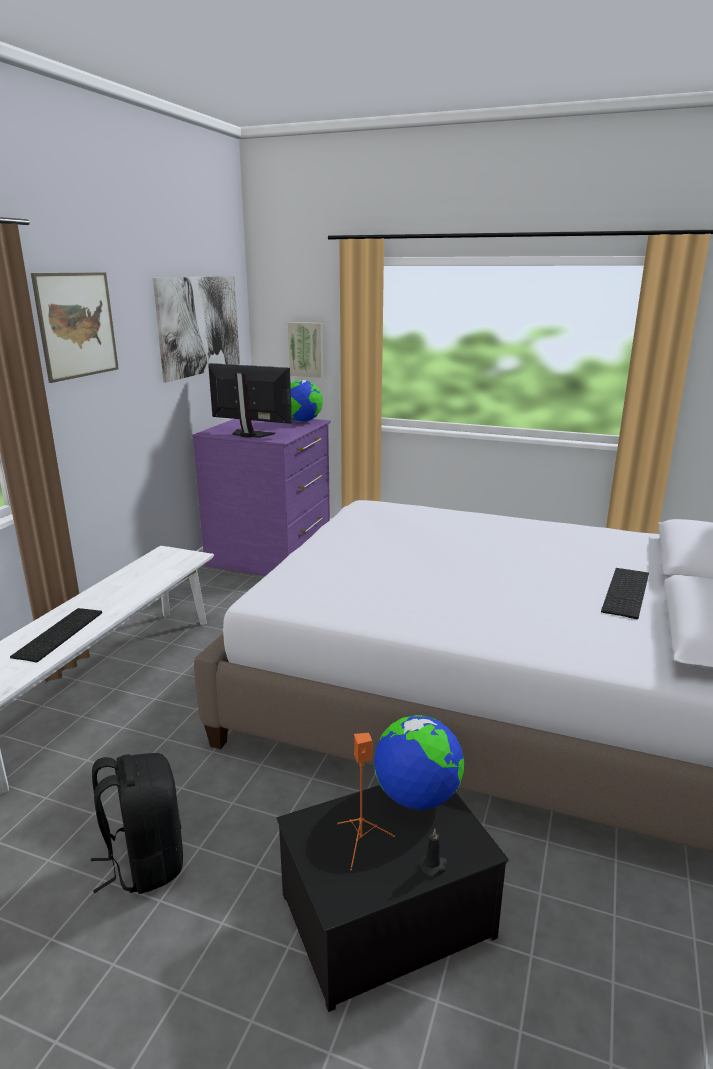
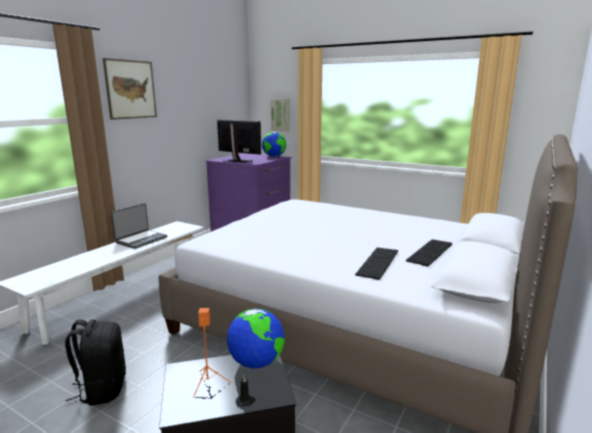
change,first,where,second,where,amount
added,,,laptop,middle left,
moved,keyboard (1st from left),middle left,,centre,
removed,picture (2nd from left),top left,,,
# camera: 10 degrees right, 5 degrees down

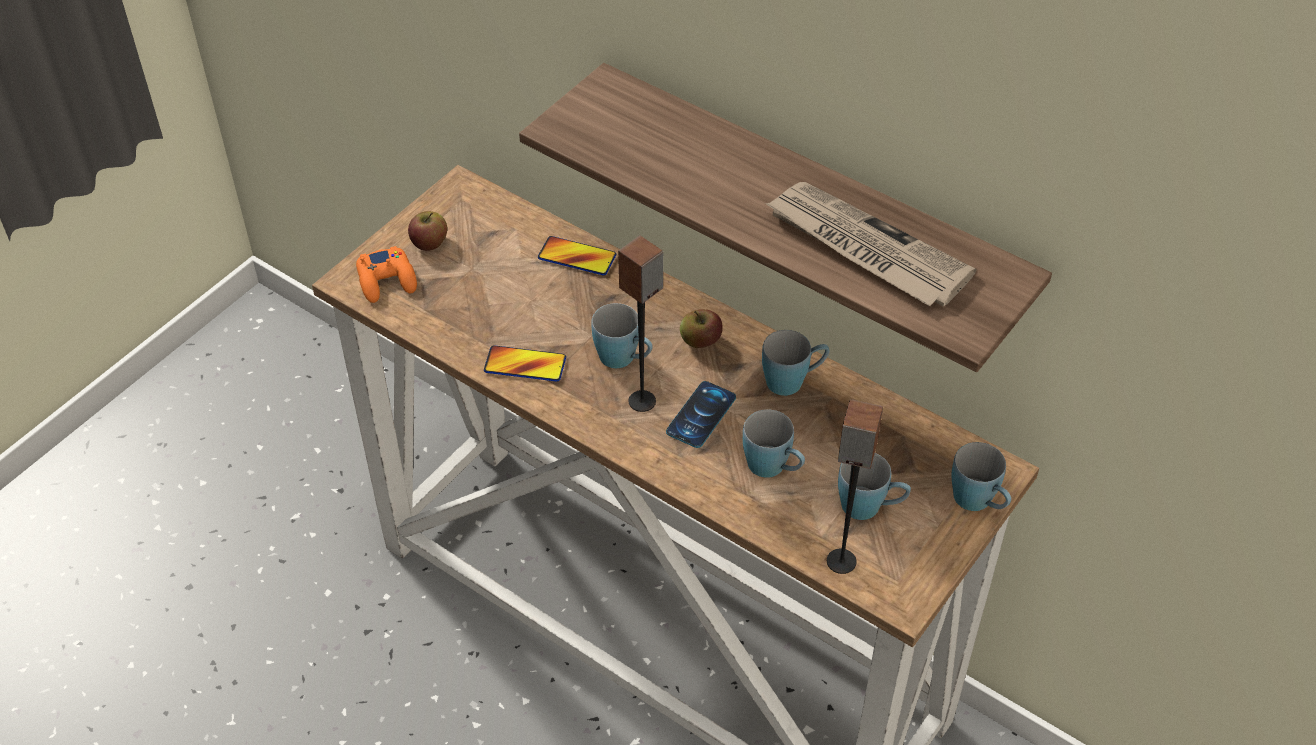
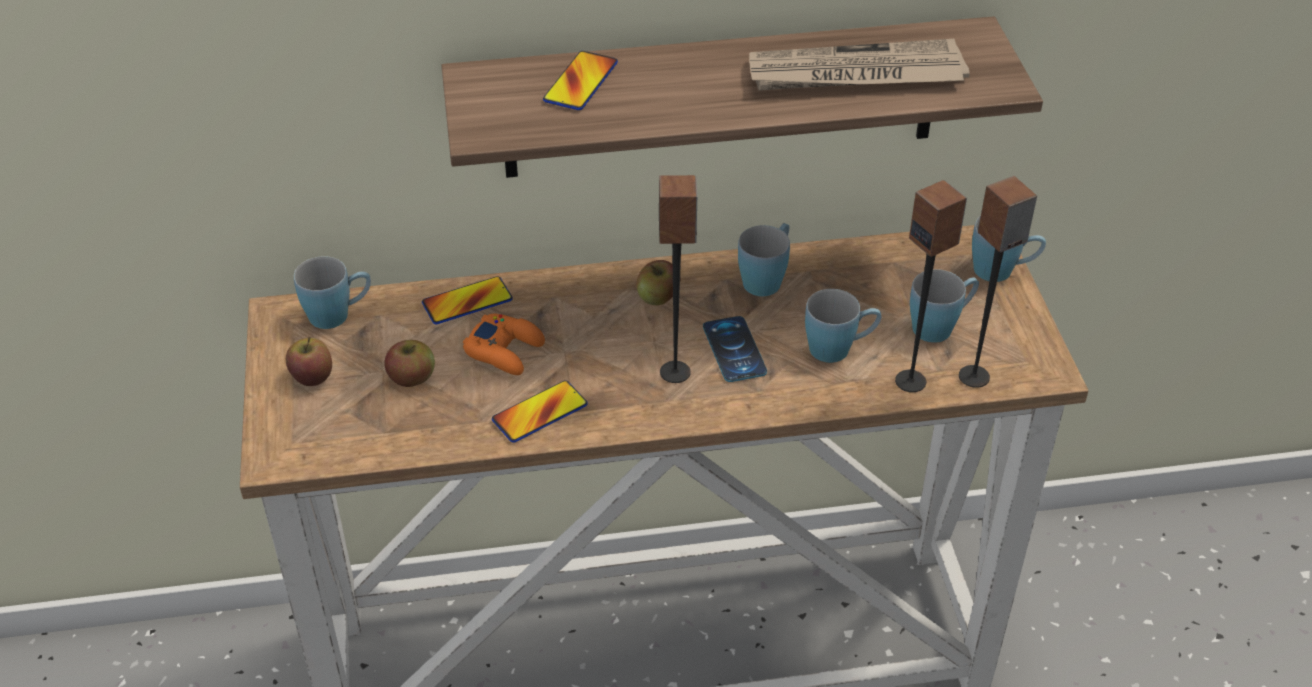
change,first,where,second,where,amount
moved,blue mug (1st from left),centre,,middle left,
added,,,apple (2nd from left),middle left,
moved,orange game controller,middle left,,centre,
added,,,phone (3rd from left),top centre,
added,,,speaker (2nd from left),middle right,
# camera: 45 degrees left, 5 degrees down

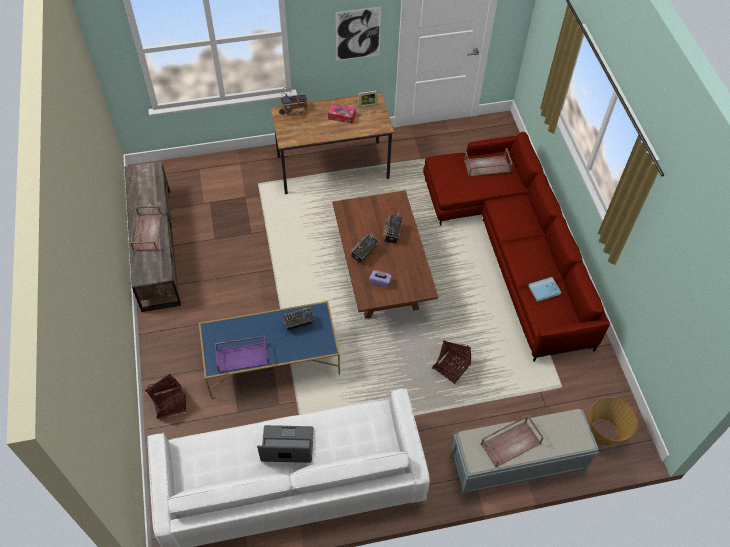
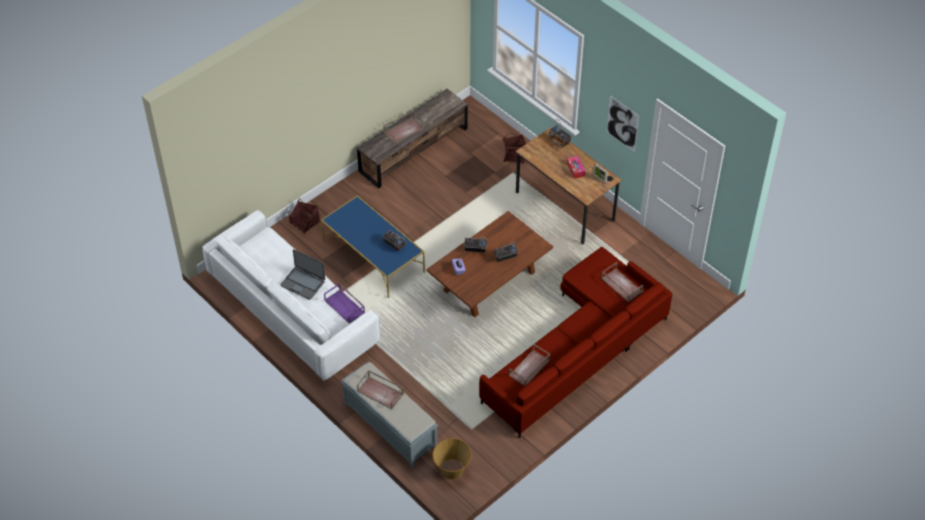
change,first,where,second,where,amount
turned,laptop,bottom centre,,middle left,150 degrees clockwise
moved,purple tray,middle left,,centre,
moved,basket (2nd from left in the first image),centre,basket (3rd from left),top centre,
replaced,blue book,middle right,brown tray (3rd from left),bottom centre,
# camera: 60 degrees right, 5 degrees down

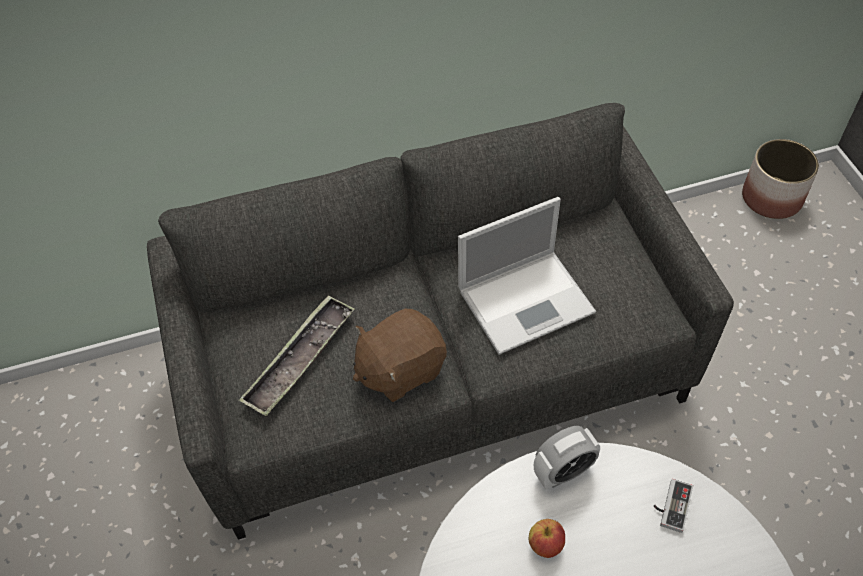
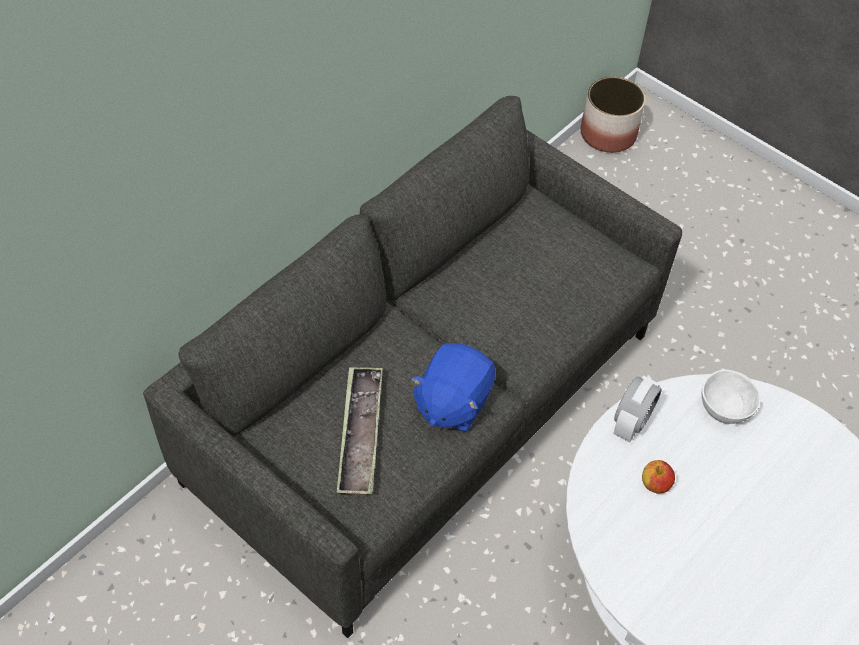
change,first,where,second,where,amount
recoloured,brown plush toy,centre,blue plush toy,centre,
replaced,game controller,bottom right,white bowl,middle right,
removed,laptop,centre,,,
# camera: 35 degrees left, 0 degrees up

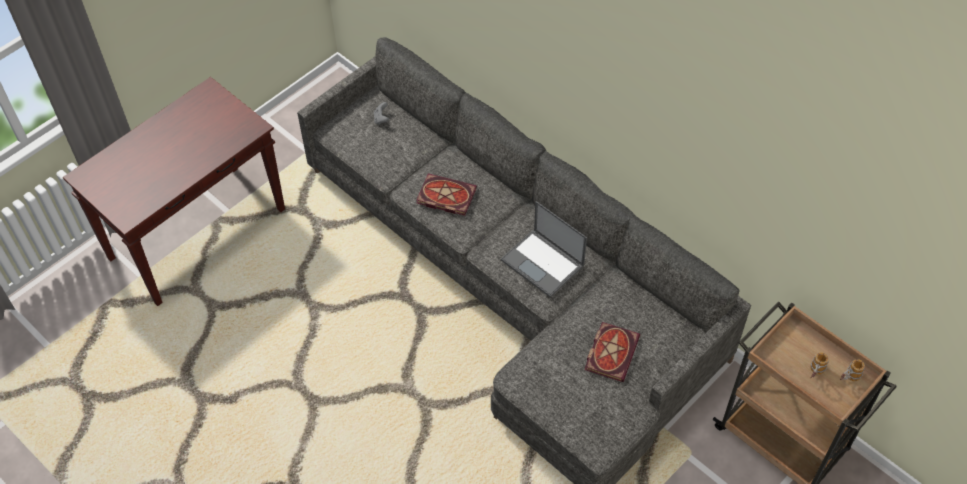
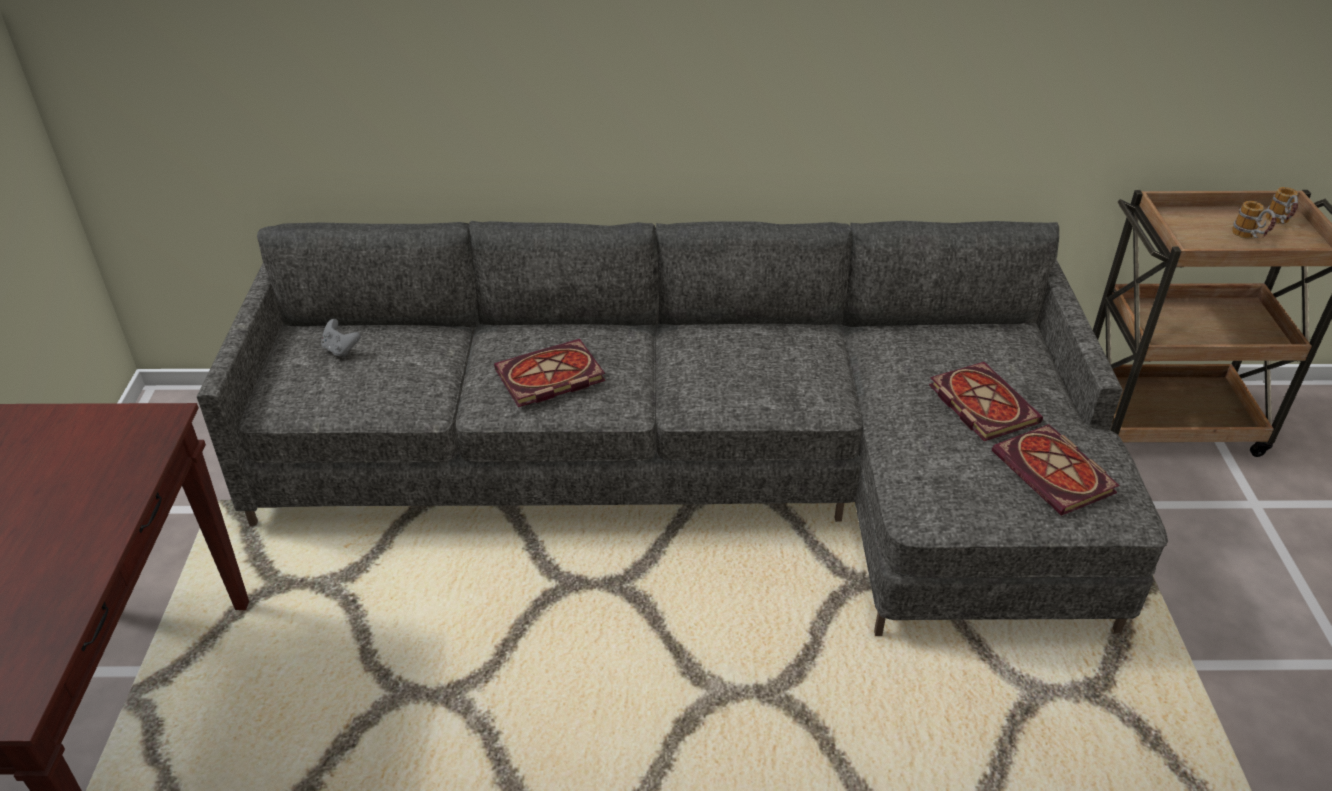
change,first,where,second,where,amount
added,,,book (3rd from left),middle right,
removed,laptop,centre,,,
# camera: 45 degrees left, 15 degrees down

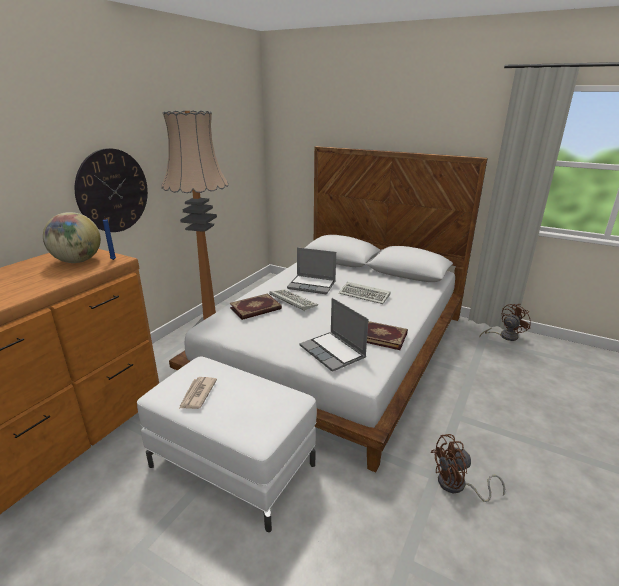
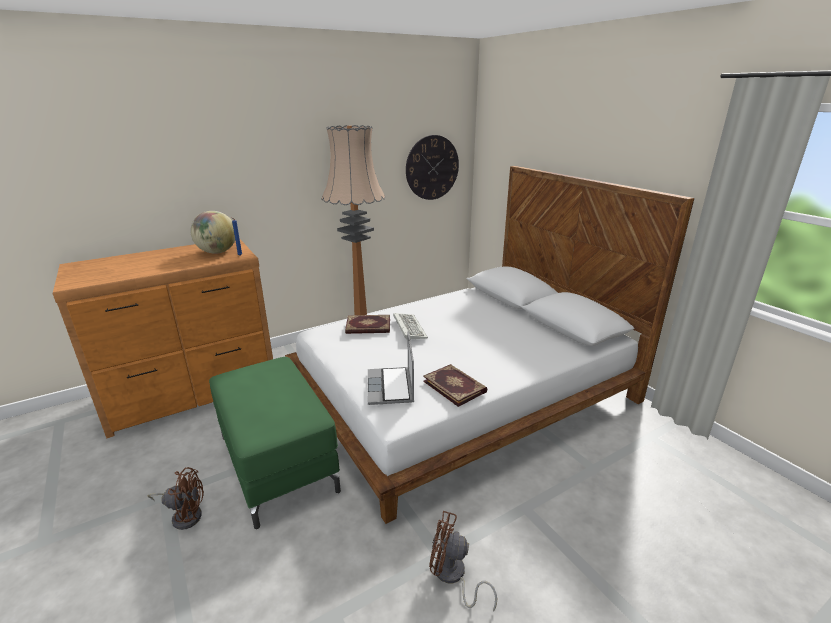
change,first,where,second,where,amount
moved,brown fan (2nd from left in the first image),middle right,brown fan (1st from left),bottom left,
recoloured,white ottoman,bottom centre,green ottoman,bottom left,
moved,wall clock,top left,,top centre,
removed,newspaper,bottom left,,,
removed,laptop (1st from left),centre,,,
removed,keyboard (2nd from left),centre,,,
# camera: 30 degrees right, 0 degrees up

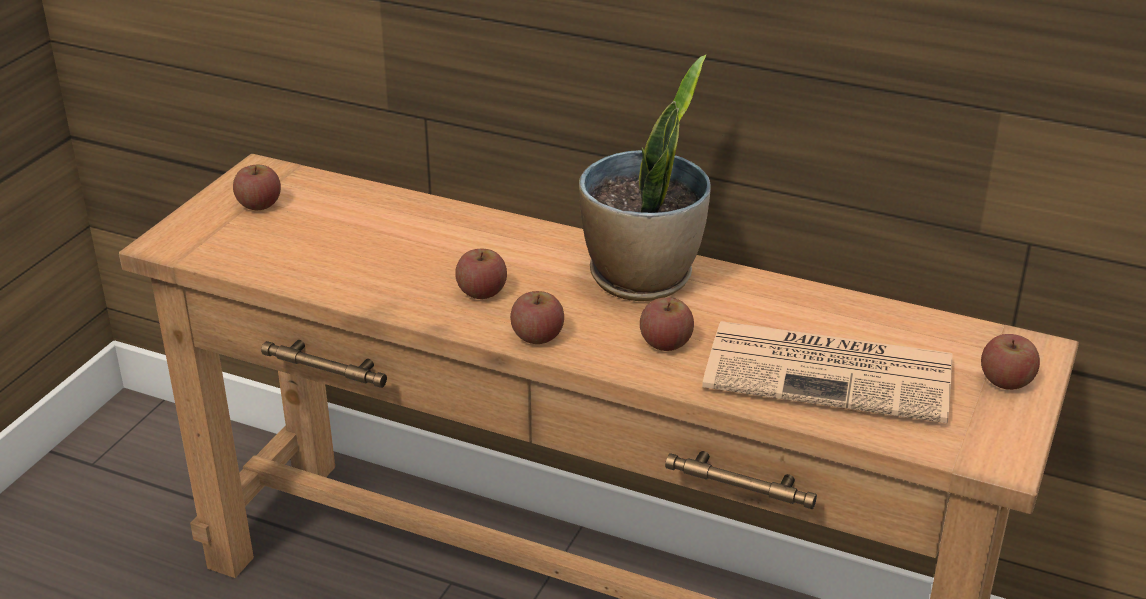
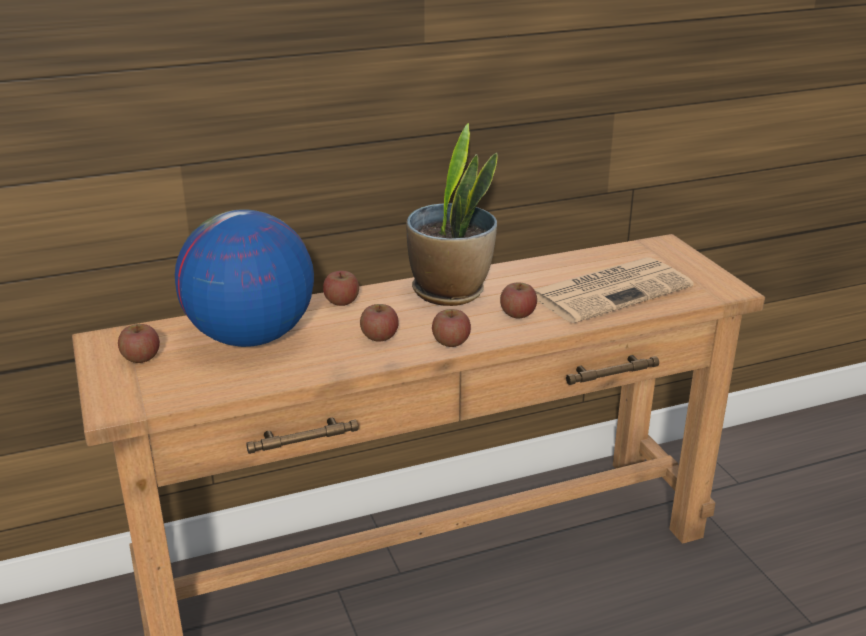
change,first,where,second,where,amount
added,,,globe,middle left,
moved,apple (5th from left in the first image),middle right,apple (2nd from left),centre,
# camera: 45 degrees left, 5 degrees down

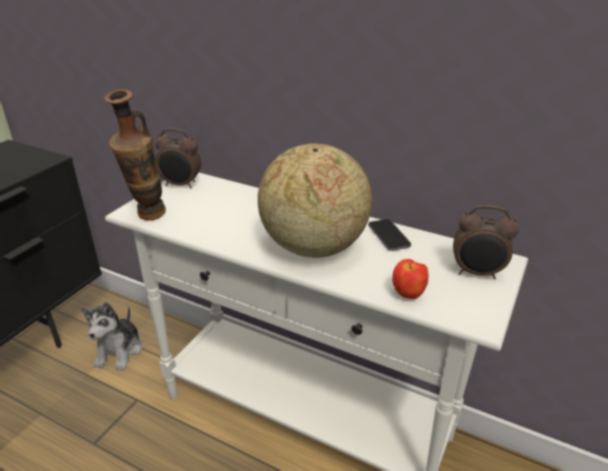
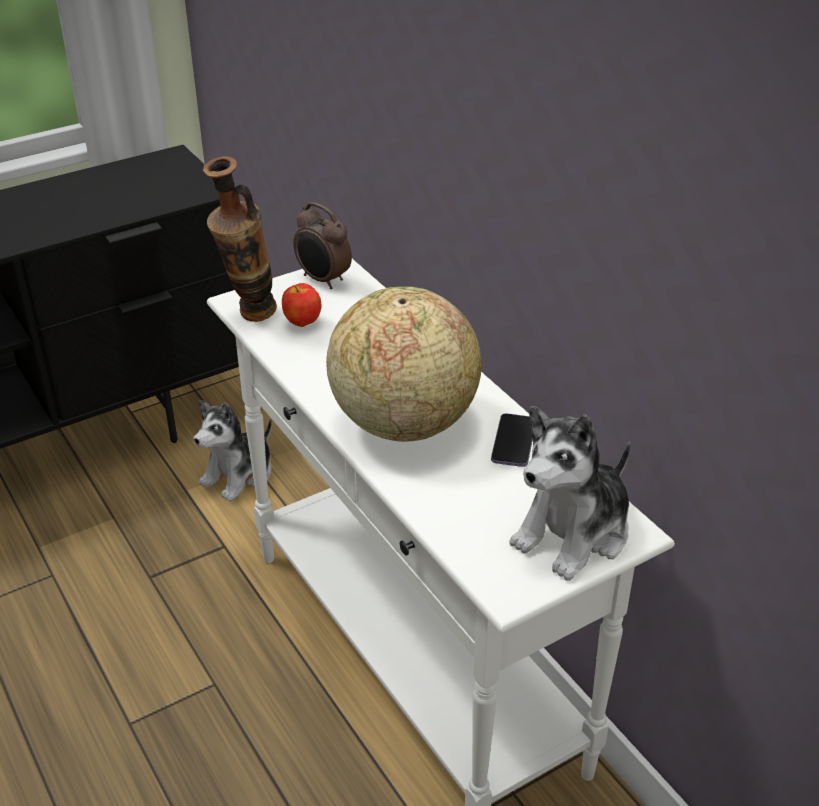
change,first,where,second,where,amount
moved,apple,middle right,,centre,
replaced,alarm clock (2nd from left),middle right,plush toy (2nd from left),middle right,
# camera: 30 degrees right, 5 degrees up

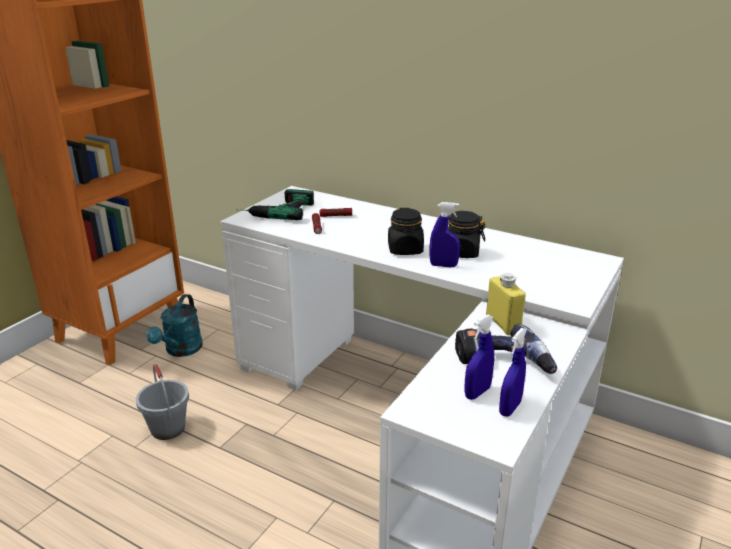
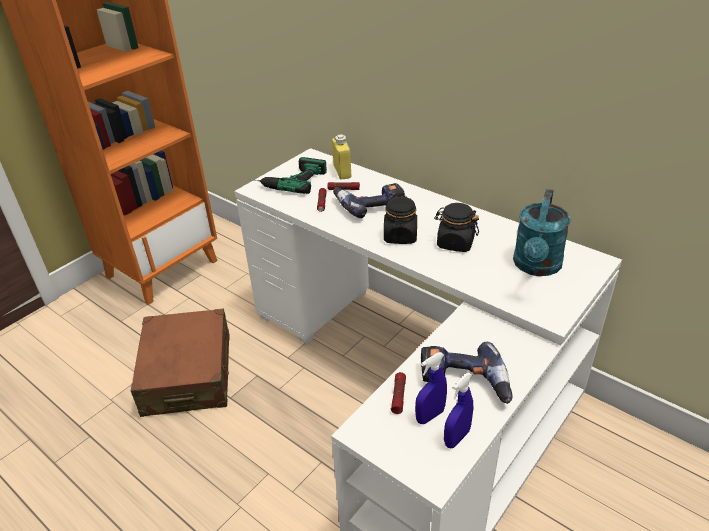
change,first,where,second,where,amount
replaced,grey bucket,bottom left,brown suitcase,bottom left,
moved,yellow bottle,middle right,,top centre,
added,,,power drill (2nd from left),centre,
added,,,flashlight (3rd from left),bottom centre,
moved,turquoise watering can,middle left,,middle right,
removed,blue spray bottle (1st from left),centre,,,
# camera: 10 degrees right, 10 degrees up

